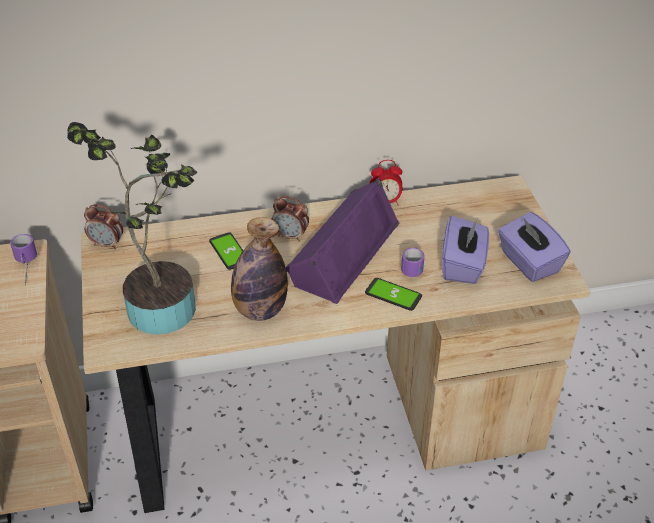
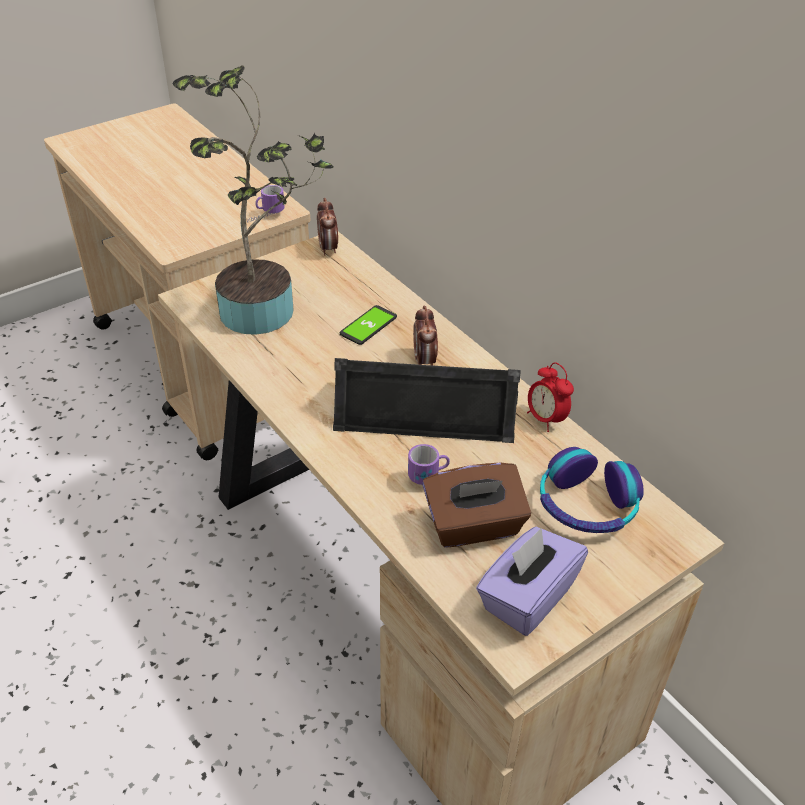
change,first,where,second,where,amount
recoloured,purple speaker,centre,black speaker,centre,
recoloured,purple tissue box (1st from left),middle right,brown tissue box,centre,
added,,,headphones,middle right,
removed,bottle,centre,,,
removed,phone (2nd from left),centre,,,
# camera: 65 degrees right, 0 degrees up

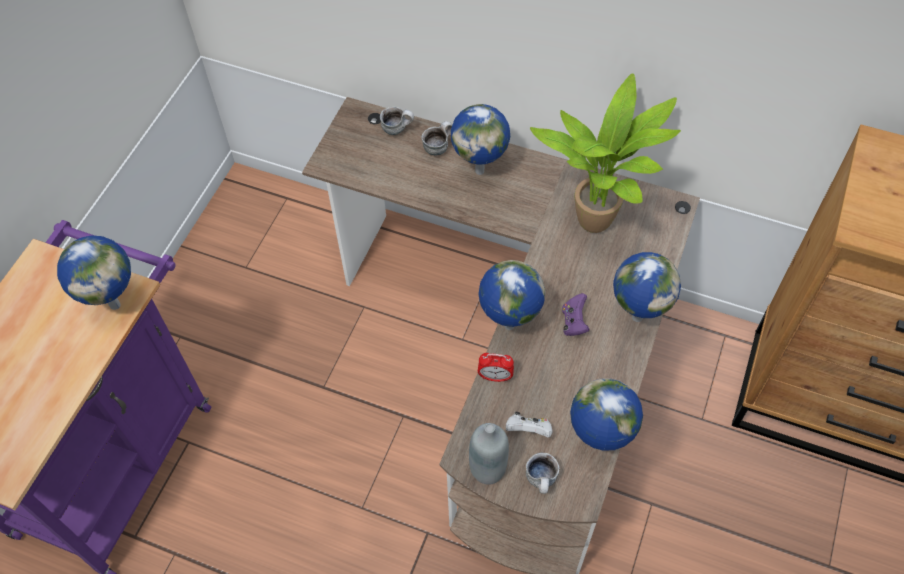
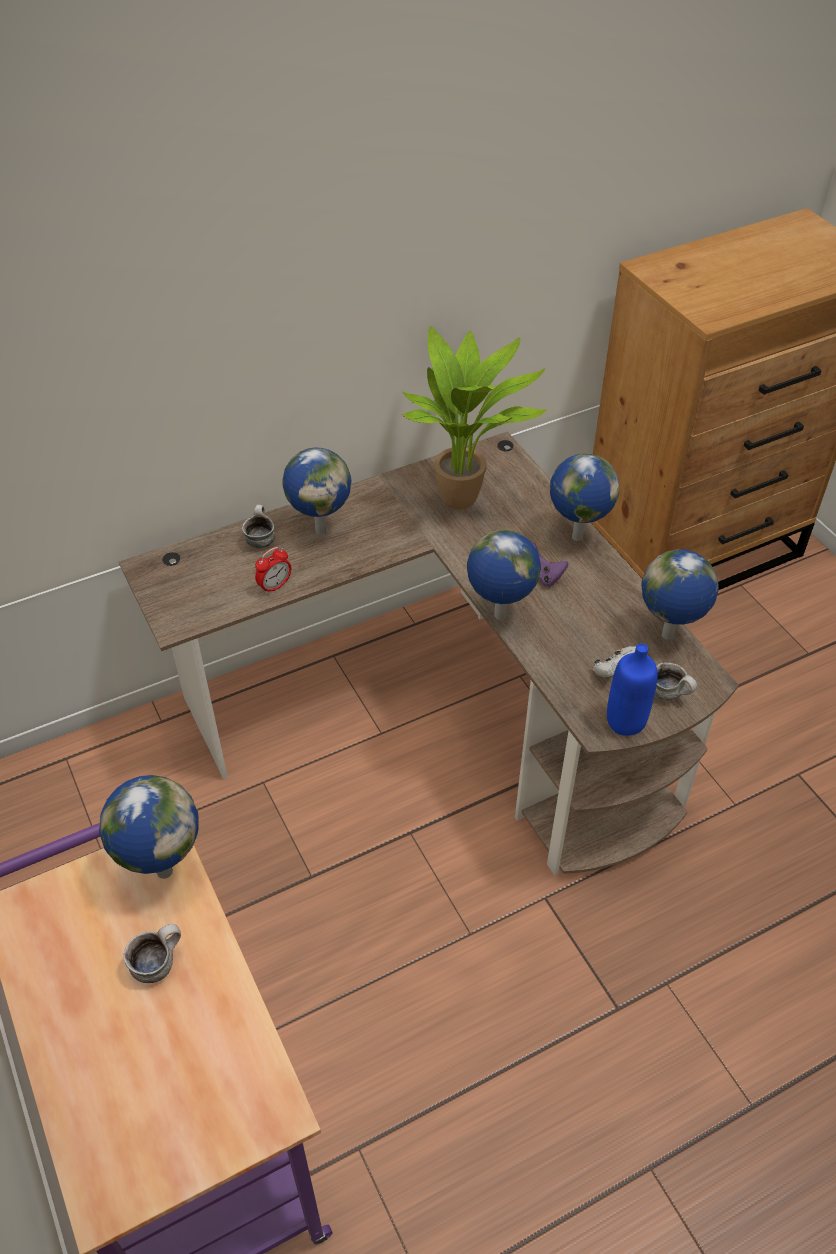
change,first,where,second,where,amount
moved,mug (1st from left),top centre,,bottom left,
moved,alarm clock,centre,,middle left,
recoloured,grey bottle,bottom centre,blue bottle,middle right,
# camera: 50 degrees left, 10 degrees down

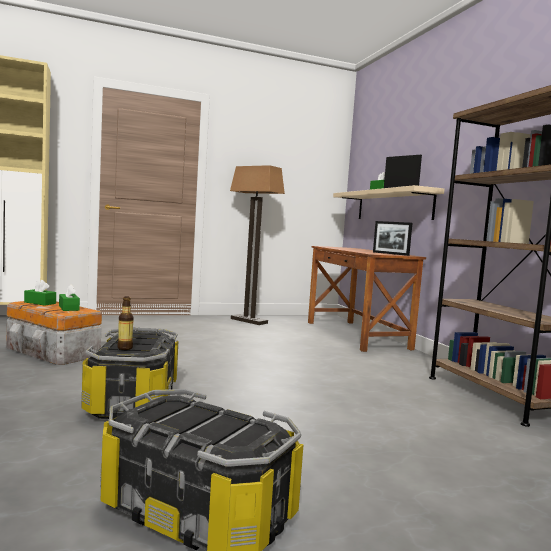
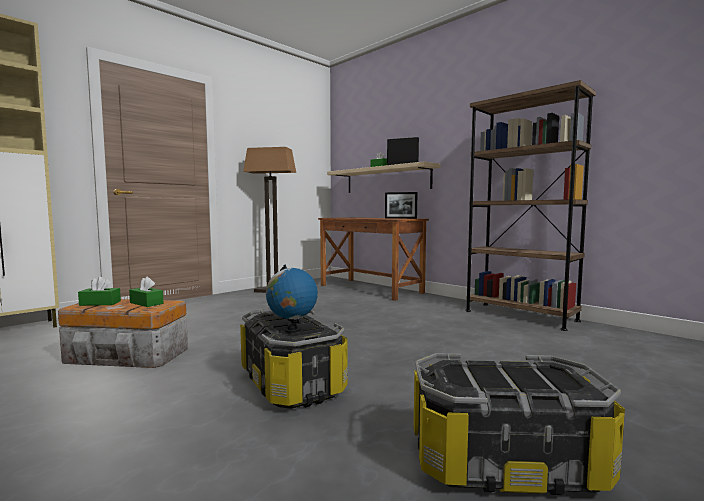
change,first,where,second,where,amount
replaced,bottle,middle left,globe,centre,
# camera: 25 degrees left, 0 degrees up

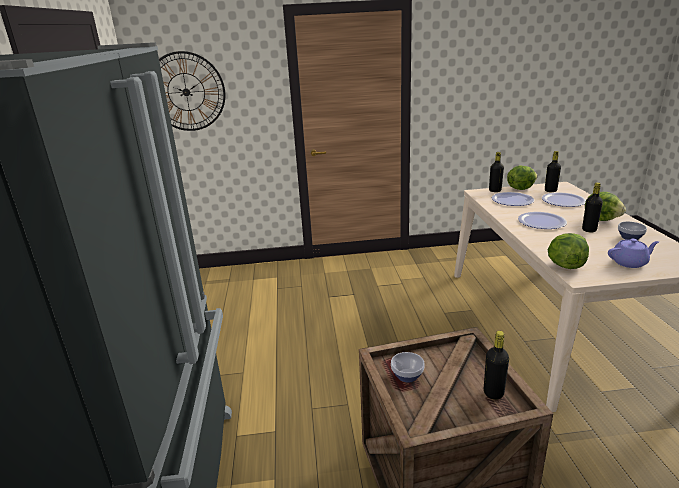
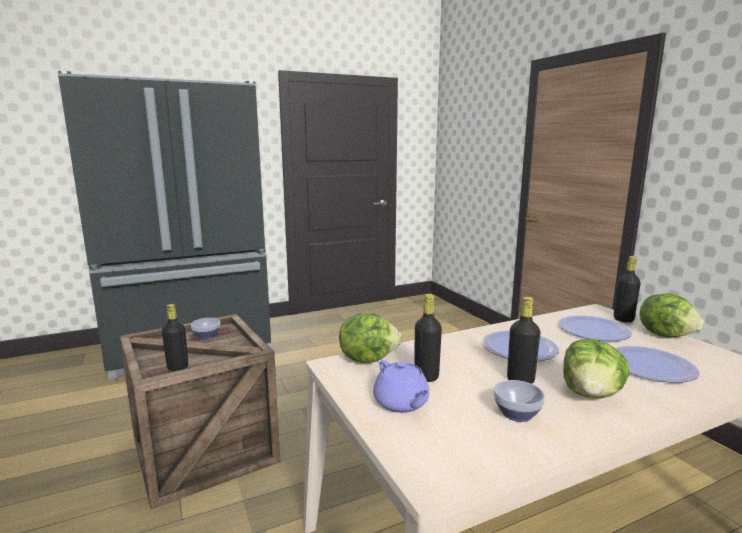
change,first,where,second,where,amount
moved,black bottle (3rd from left in the first image),middle right,black bottle (2nd from left),centre,
removed,wall clock,top left,,,
# camera: 70 degrees right, 10 degrees down

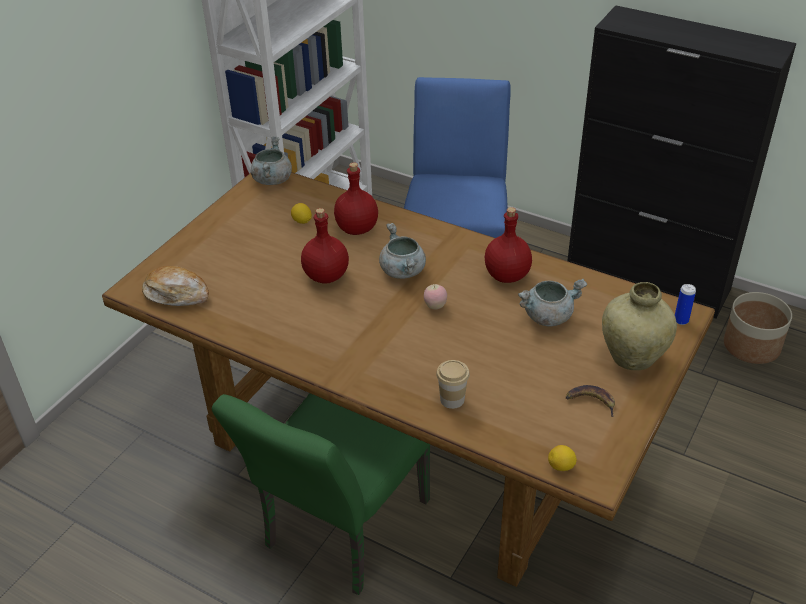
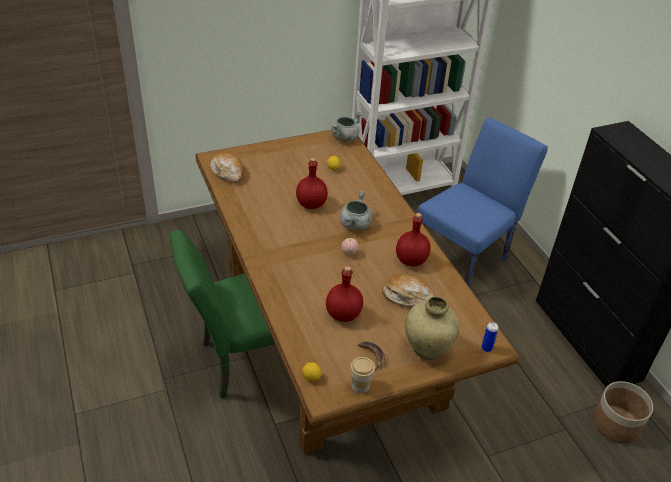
change,first,where,second,where,amount
moved,red bottle (2nd from left),top centre,,centre,
moved,cup,centre,,bottom centre,
replaced,grey cooking pot (3rd from left),middle right,bread (2nd from left),centre,
# camera: 35 degrees right, 0 degrees up

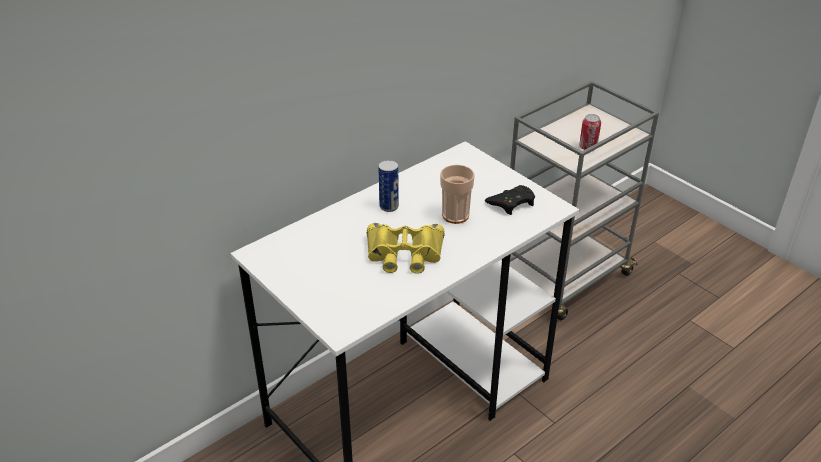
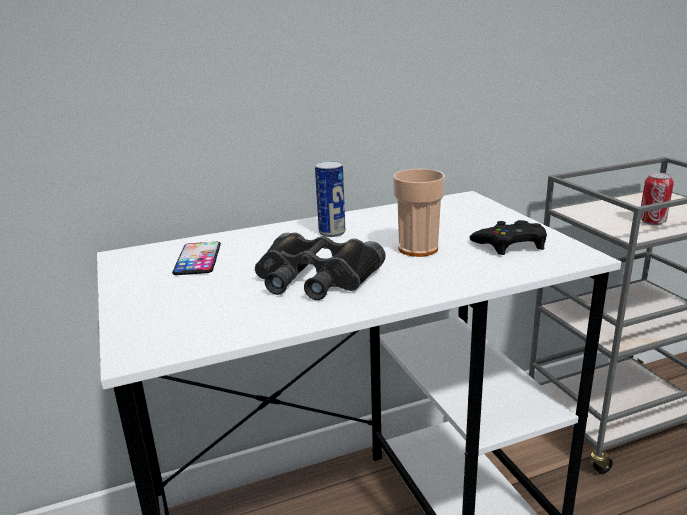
change,first,where,second,where,amount
added,,,phone,middle left,
recoloured,yellow binoculars,centre,black binoculars,centre,
# camera: 20 degrees right, 15 degrees down

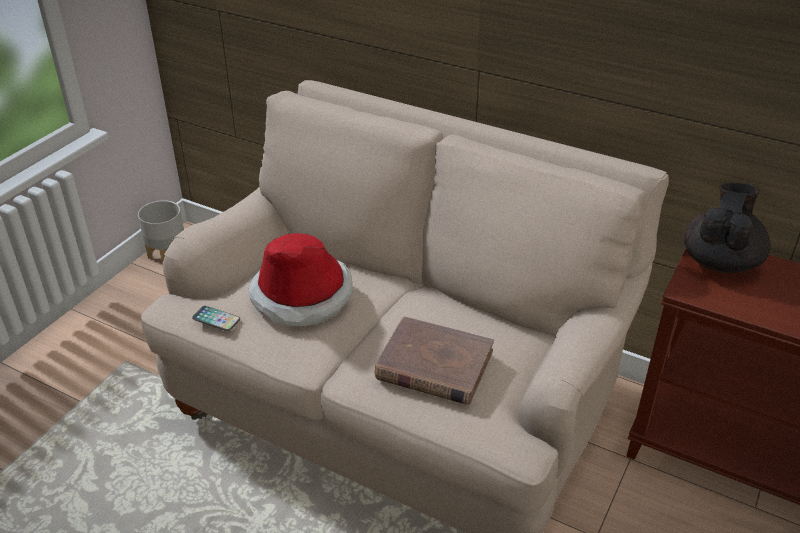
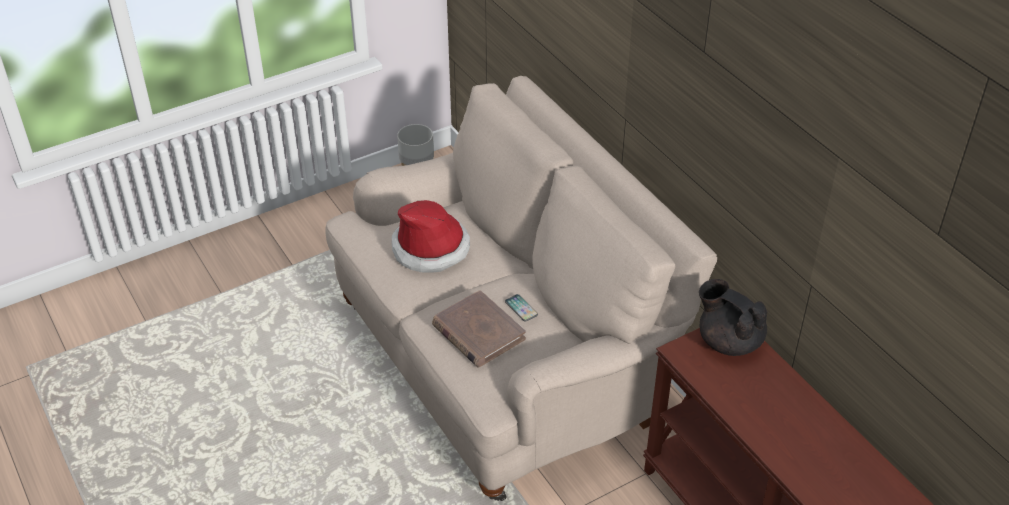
change,first,where,second,where,amount
moved,phone,middle left,,centre,
turned,black teapot,middle right,,middle right,105 degrees counterclockwise
# camera: 30 degrees right, 5 degrees up

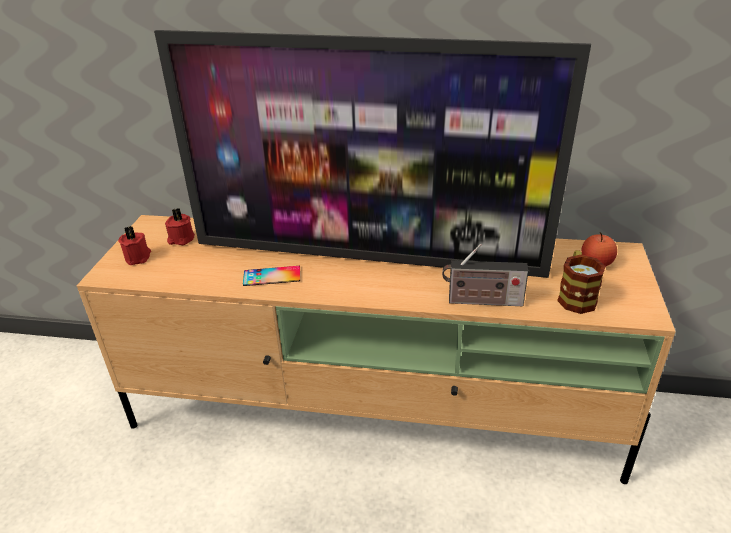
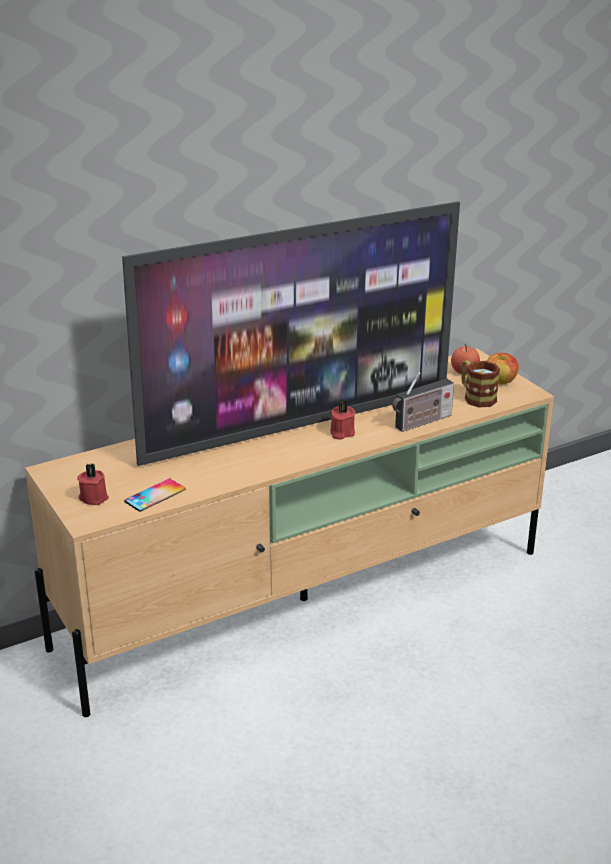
change,first,where,second,where,amount
moved,phone,centre,,middle left,
moved,red candle (2nd from left),middle left,,centre,
added,,,apple (2nd from left),middle right,
# camera: 40 degrees left, 5 degrees down

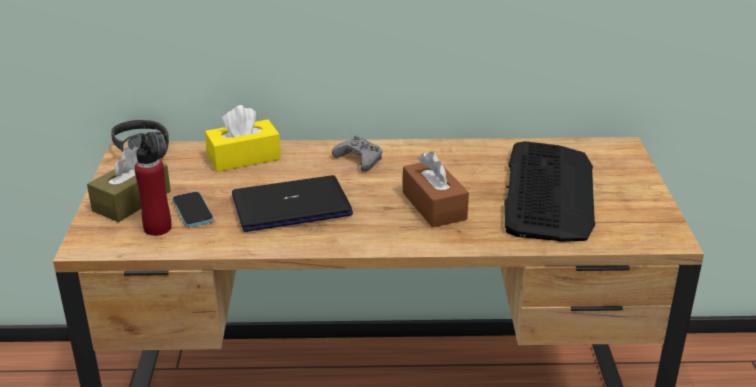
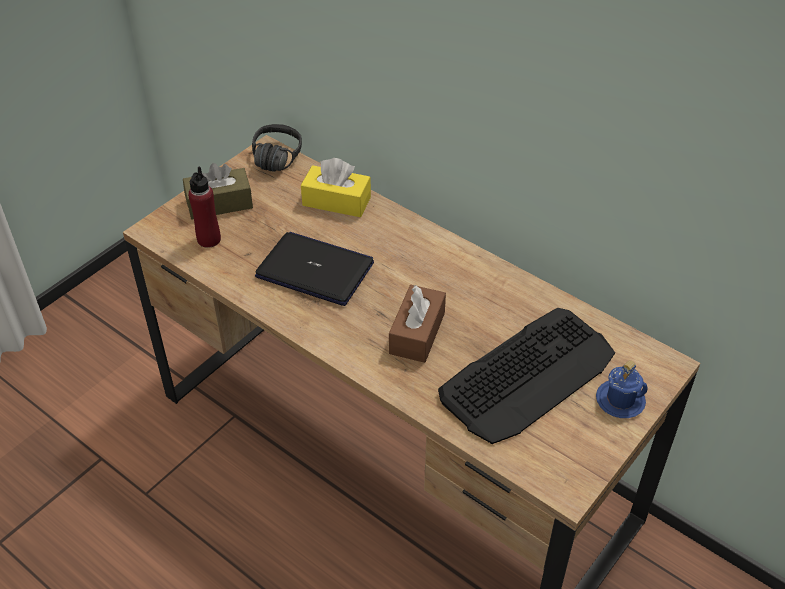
change,first,where,second,where,amount
added,,,blue mug,middle right,
removed,phone,middle left,,,
removed,grey game controller,centre,,,
# camera: 40 degrees right, 15 degrees up

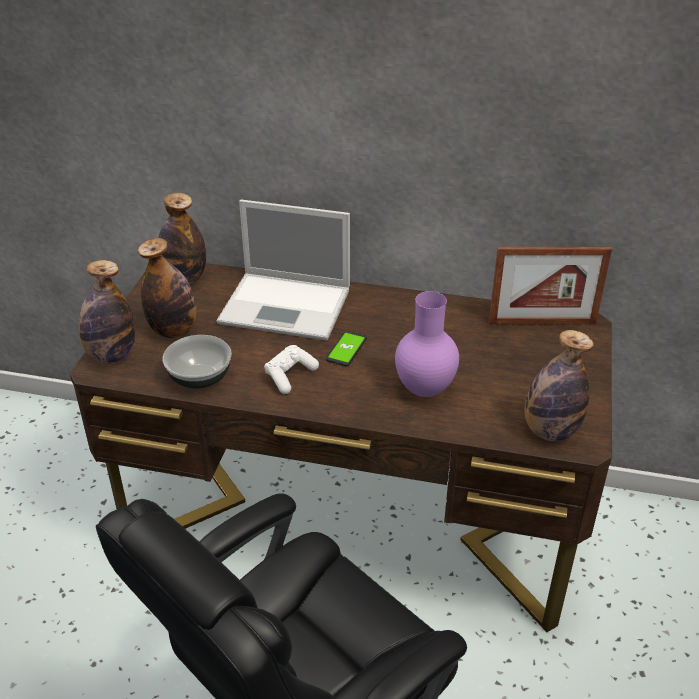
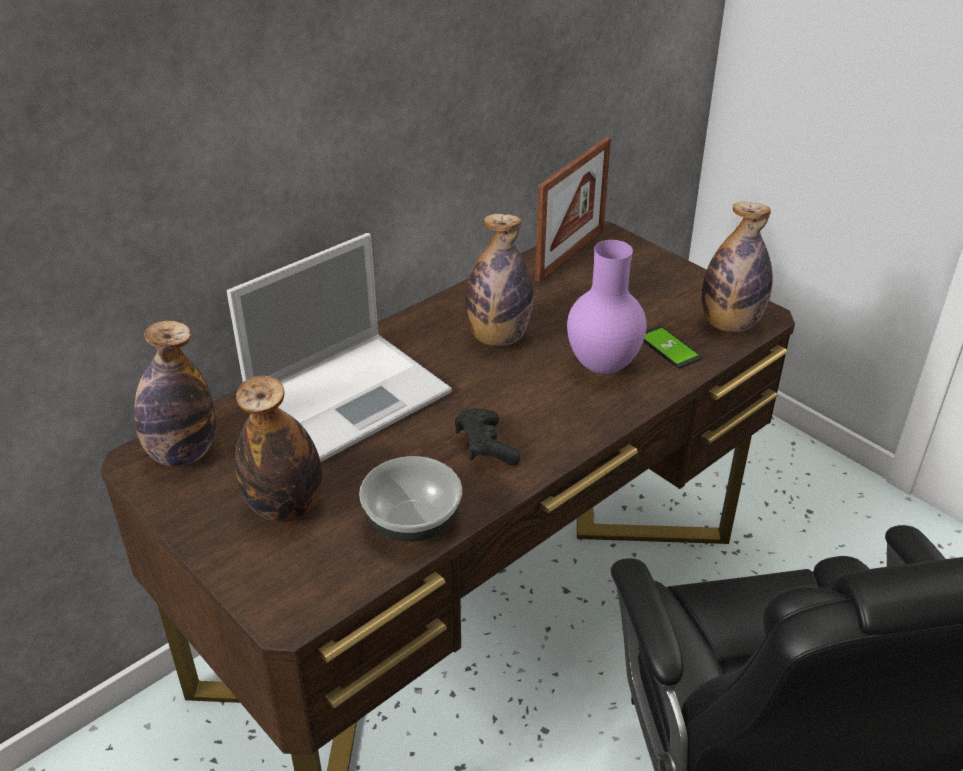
change,first,where,second,where,amount
recoloured,white game controller,centre,black game controller,centre,
moved,bottle (1st from left in the first image),middle left,bottle (3rd from left),centre,
moved,phone,centre,,middle right,
# camera: 55 degrees left, 0 degrees up

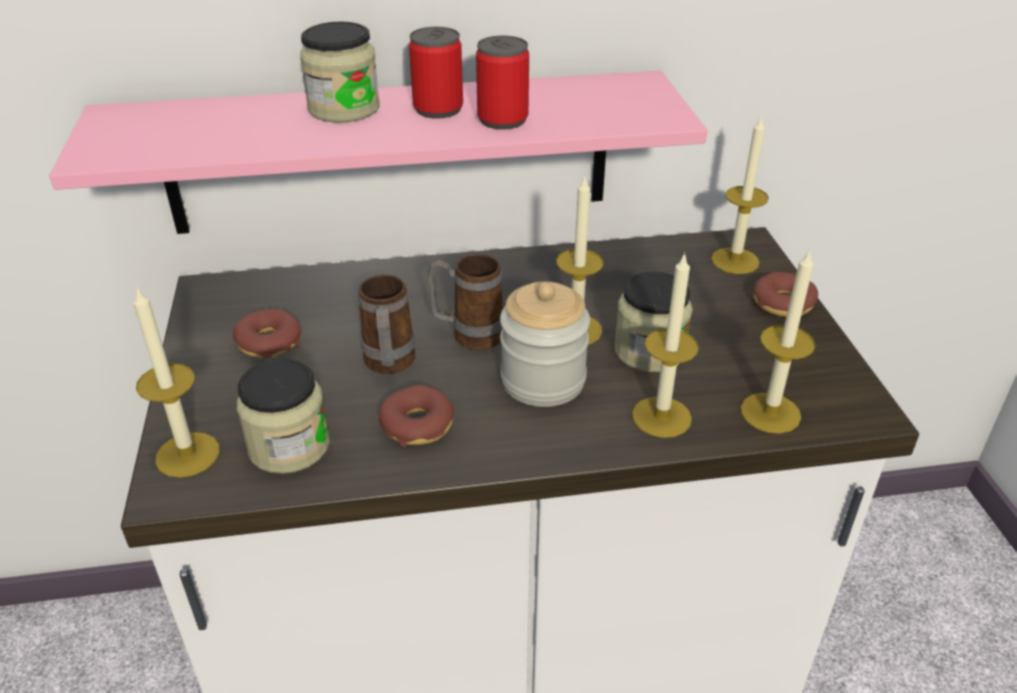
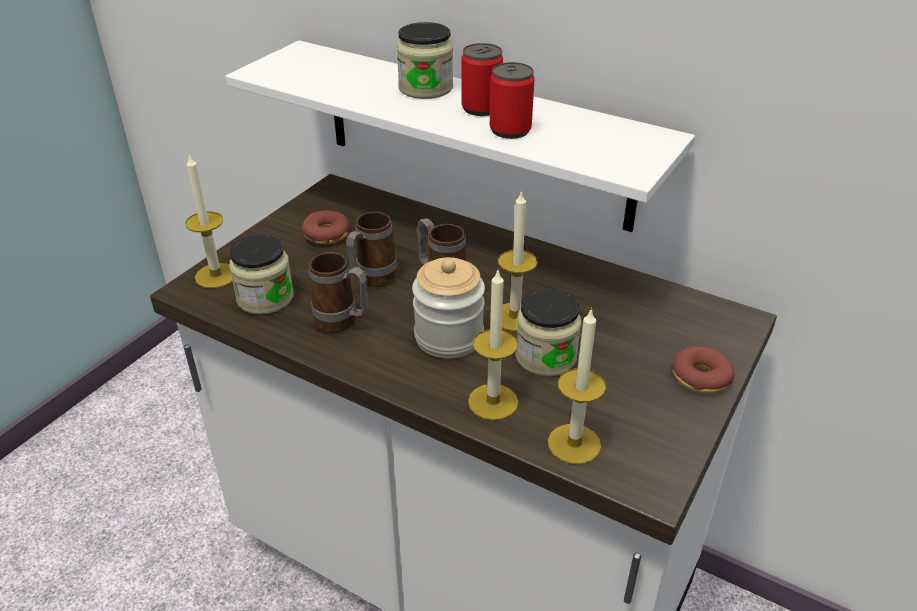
change,first,where,second,where,amount
recoloured,pink shelf,top centre,white shelf,top centre,
replaced,donut (2nd from left),centre,mug (1st from left),centre,
removed,candle (4th from left),top right,,,
# camera: 40 degrees right, 0 degrees up

